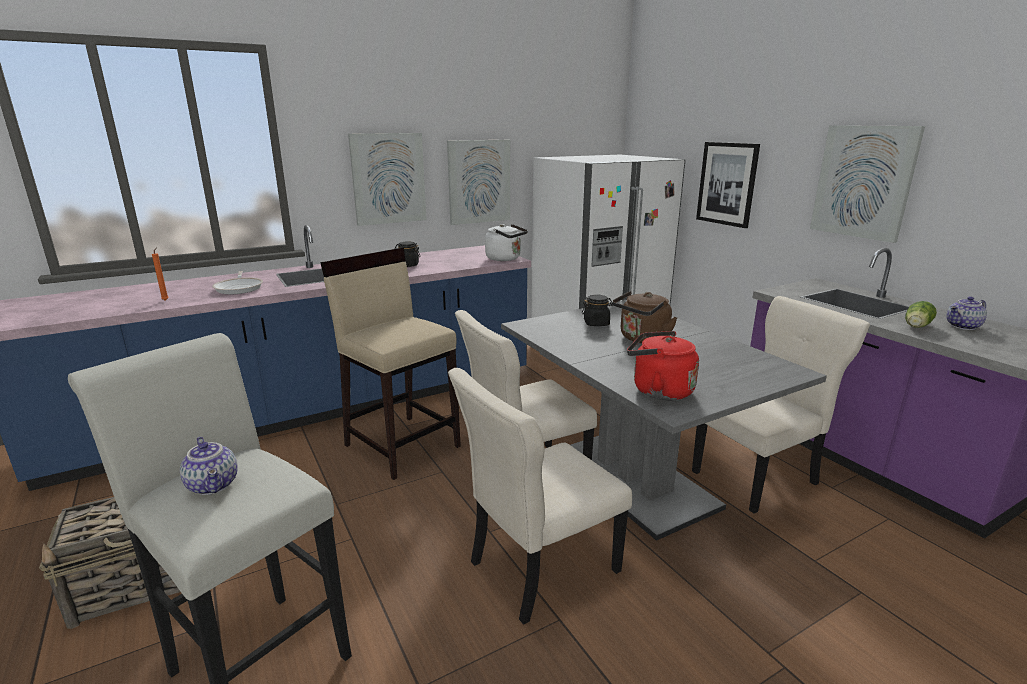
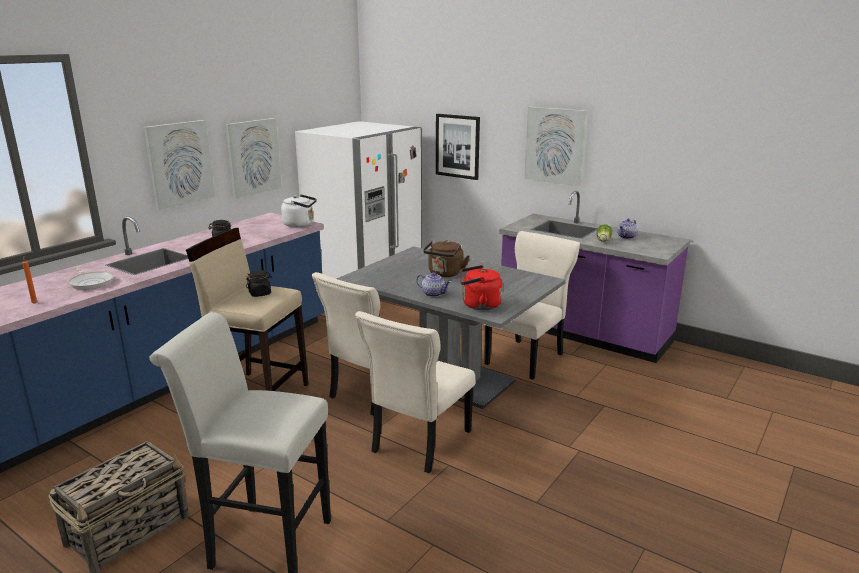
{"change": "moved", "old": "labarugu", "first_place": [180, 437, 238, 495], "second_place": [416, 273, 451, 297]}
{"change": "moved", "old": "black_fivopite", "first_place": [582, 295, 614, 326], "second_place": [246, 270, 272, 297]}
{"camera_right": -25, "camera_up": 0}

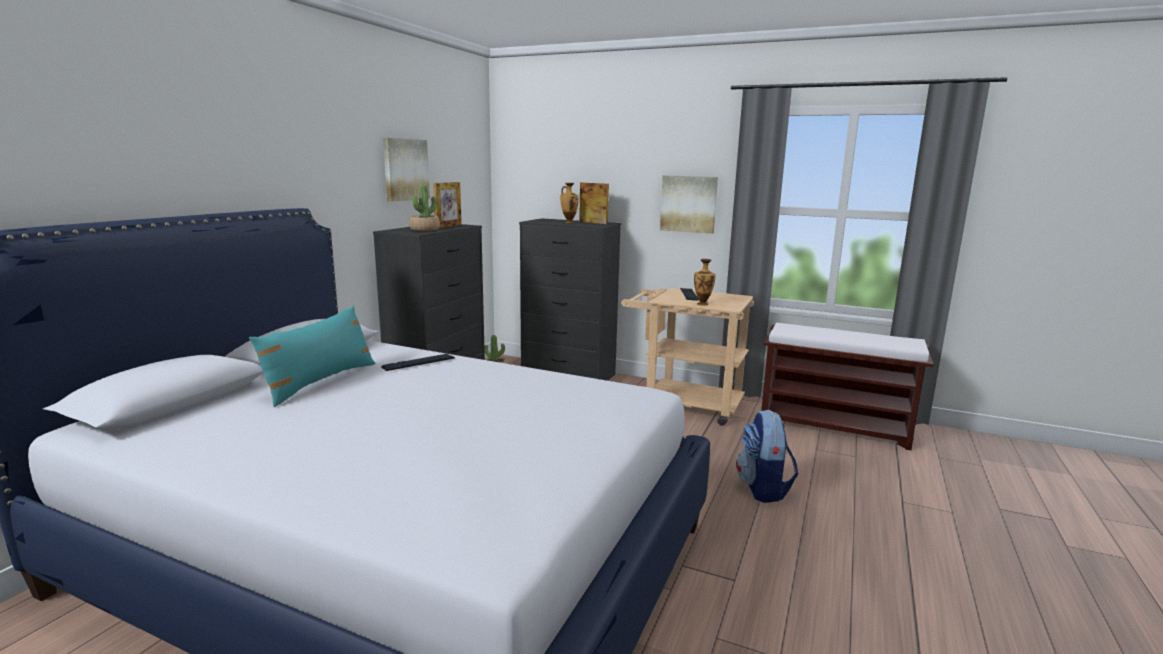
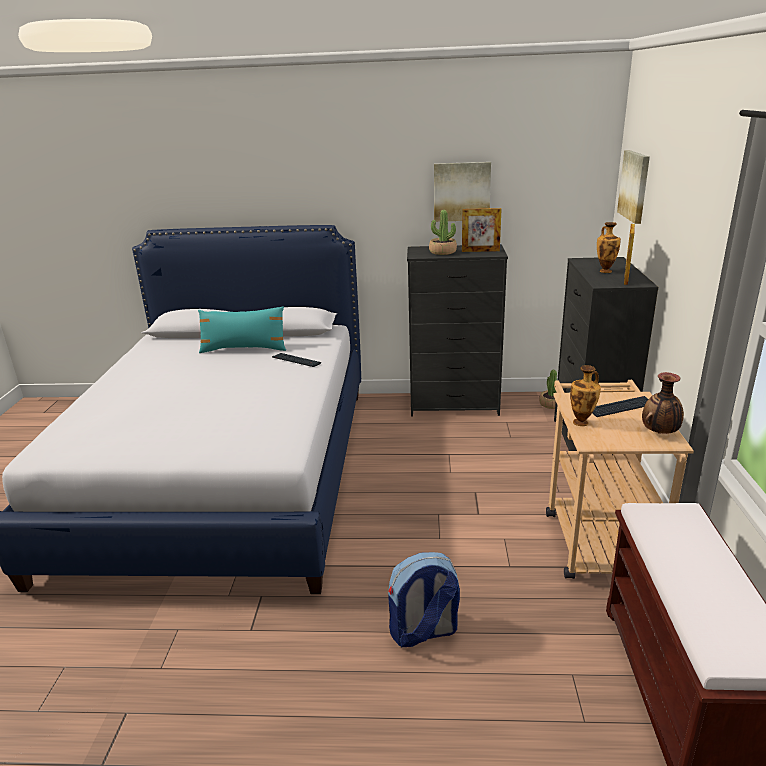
{"change": "moved", "old": "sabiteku", "first_place": [660, 175, 718, 234], "second_place": [617, 150, 650, 224]}
{"change": "added", "new": "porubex", "second_place": [642, 372, 684, 434]}
{"camera_right": 70, "camera_up": 10}

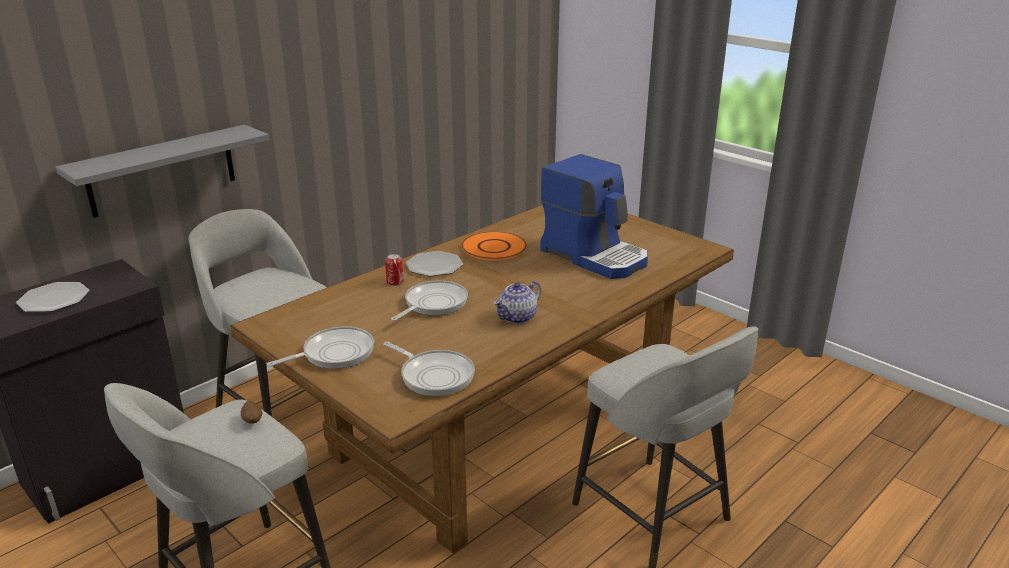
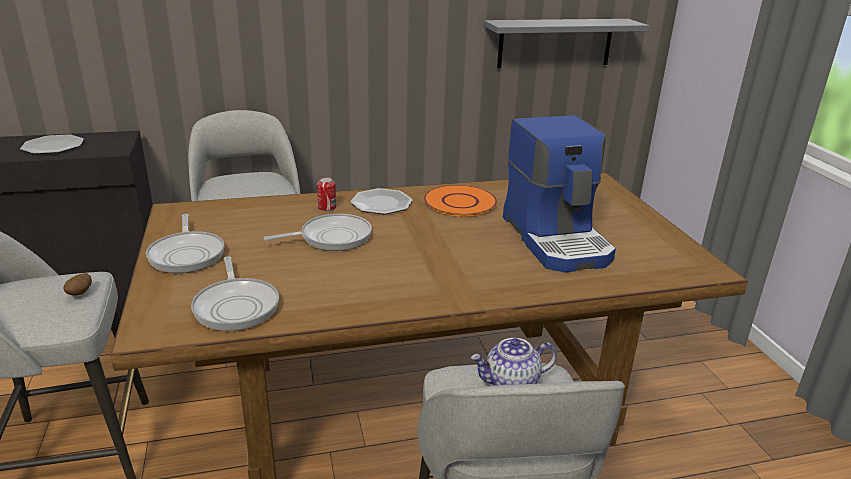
{"change": "moved", "old": "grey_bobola", "first_place": [55, 125, 269, 218], "second_place": [484, 19, 649, 68]}
{"change": "turned", "old": "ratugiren", "first_place": [267, 327, 374, 369], "second_place": [146, 214, 225, 273], "degrees": 75}
{"change": "moved", "old": "labarugu", "first_place": [493, 281, 541, 324], "second_place": [471, 338, 557, 386]}
{"camera_right": 30, "camera_up": 0}

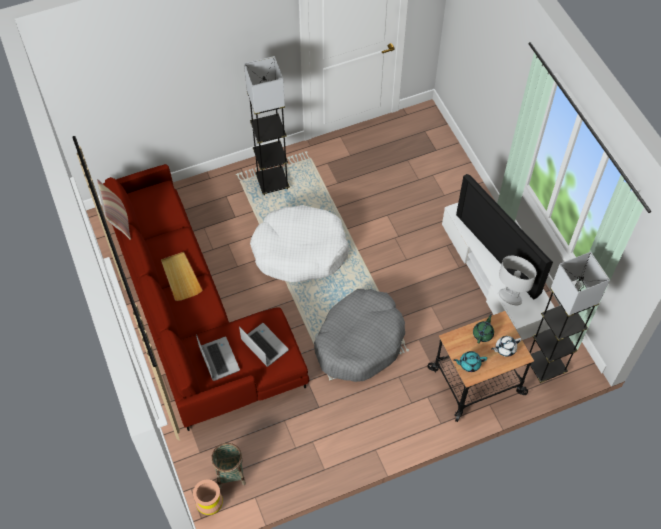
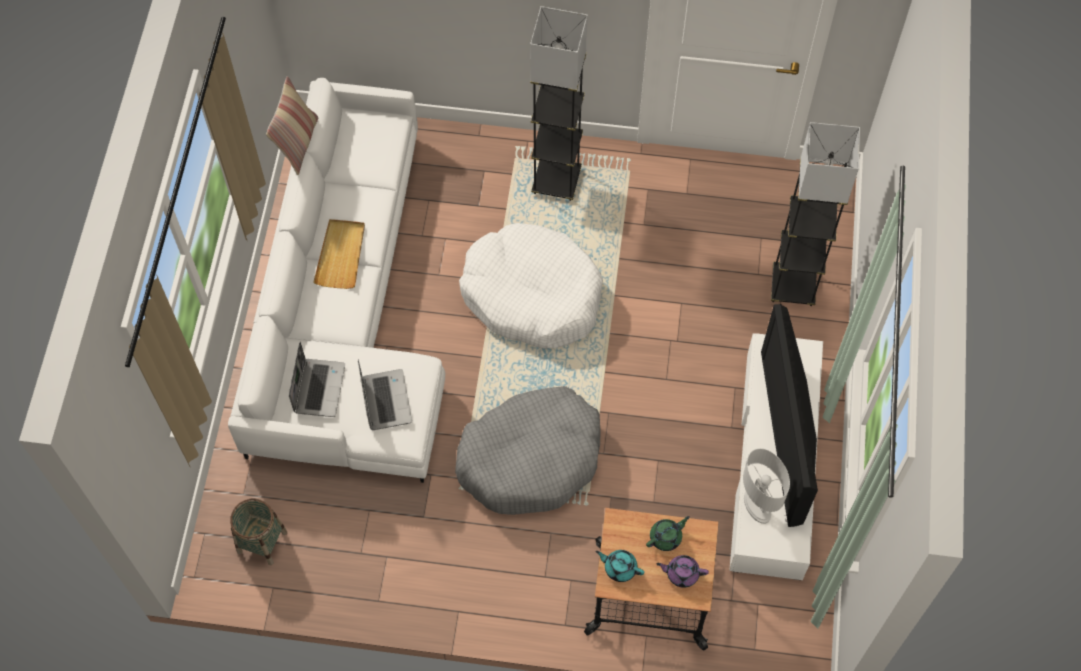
{"change": "recoloured", "old": "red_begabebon", "new": "white_begabebon", "first_place": [103, 164, 309, 431], "second_place": [228, 78, 445, 483]}
{"change": "removed", "old": "brown_porubex", "first_place": [193, 479, 223, 515]}
{"change": "recoloured", "old": "white_labarugu", "new": "purple_labarugu", "first_place": [491, 336, 522, 357], "second_place": [656, 555, 709, 588]}
{"change": "moved", "old": "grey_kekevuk", "first_place": [530, 252, 610, 383], "second_place": [771, 122, 860, 306]}
{"camera_right": 30, "camera_up": 5}

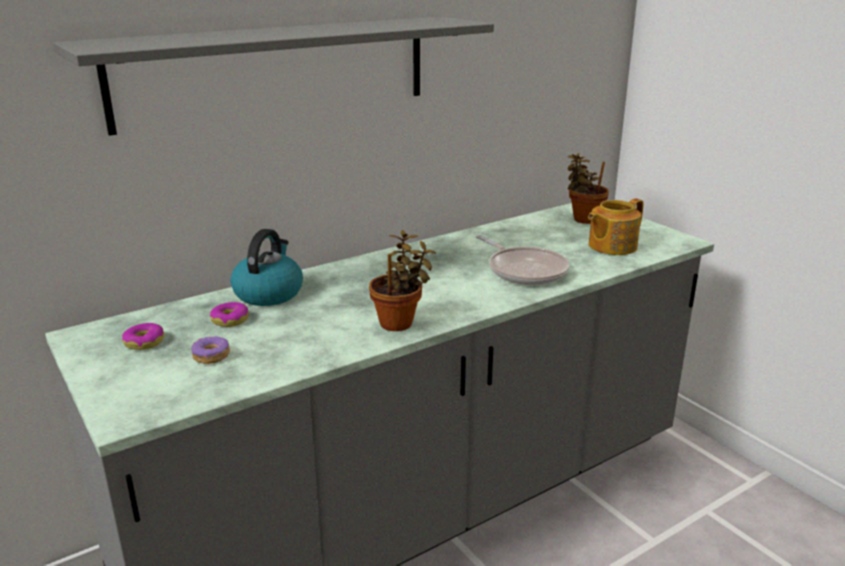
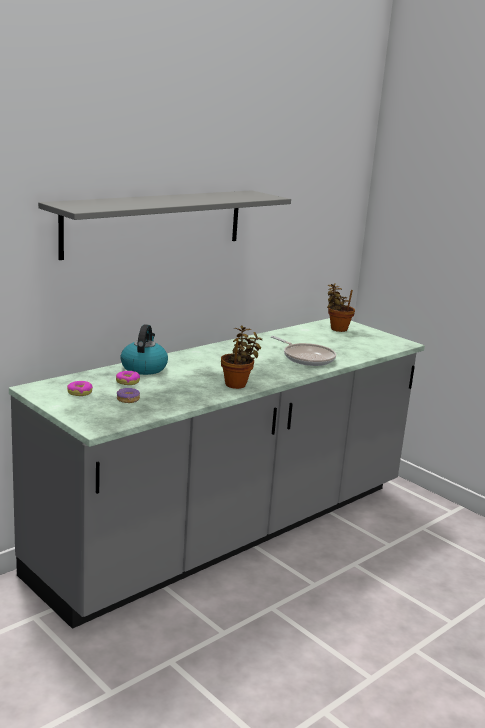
{"change": "removed", "old": "labarugu", "first_place": [588, 198, 644, 255]}
{"camera_right": -10, "camera_up": -5}

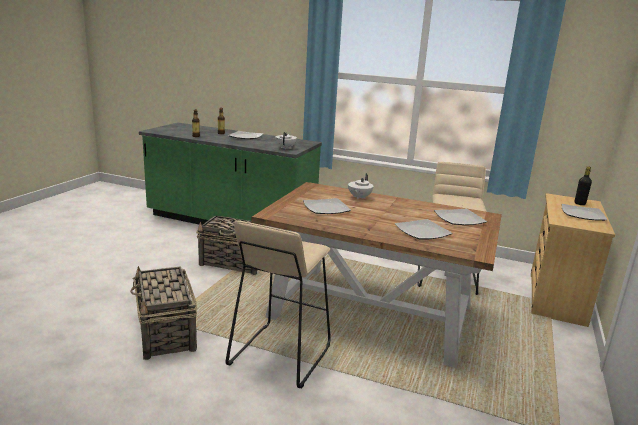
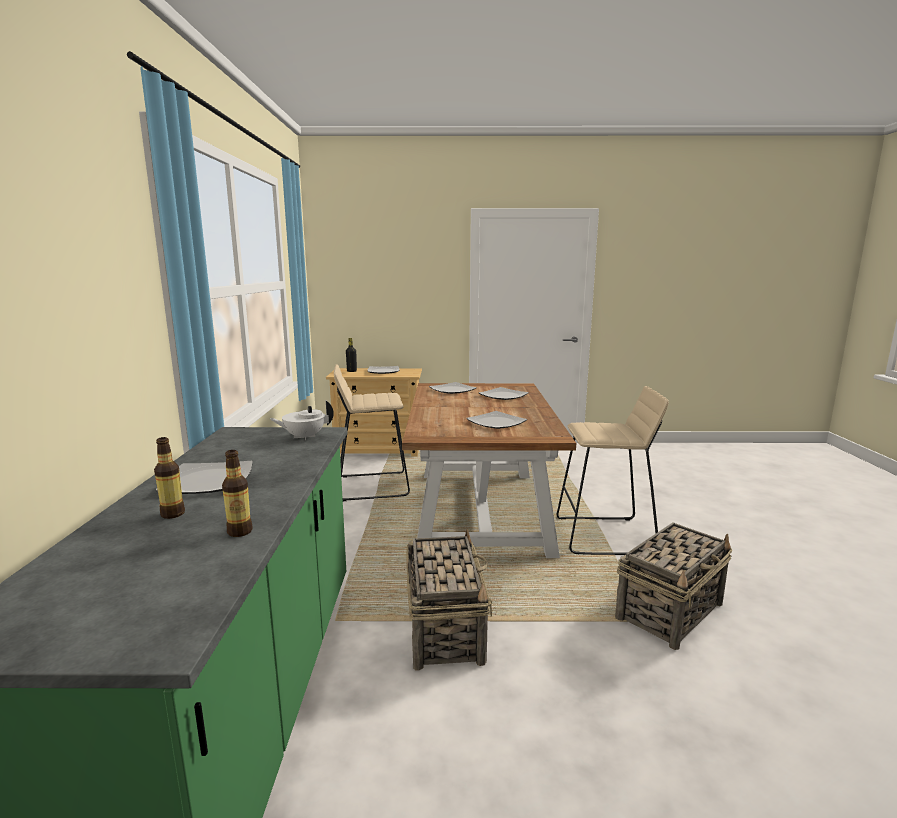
{"change": "removed", "old": "white_labarugu", "first_place": [348, 173, 374, 200]}
{"camera_right": -110, "camera_up": -5}

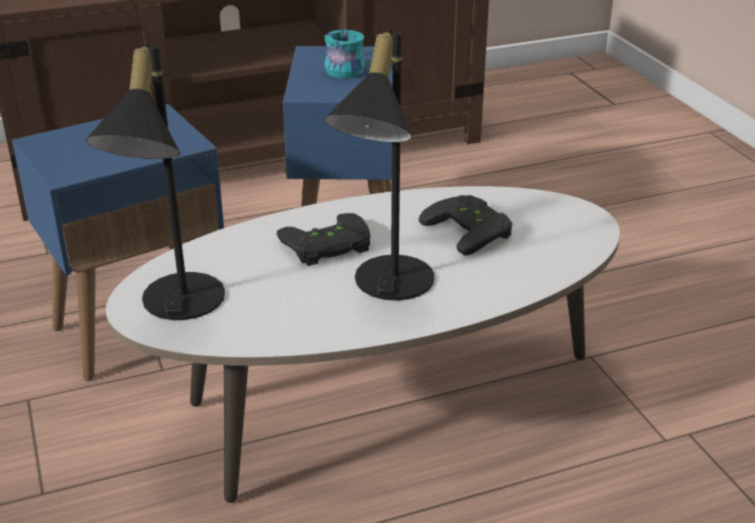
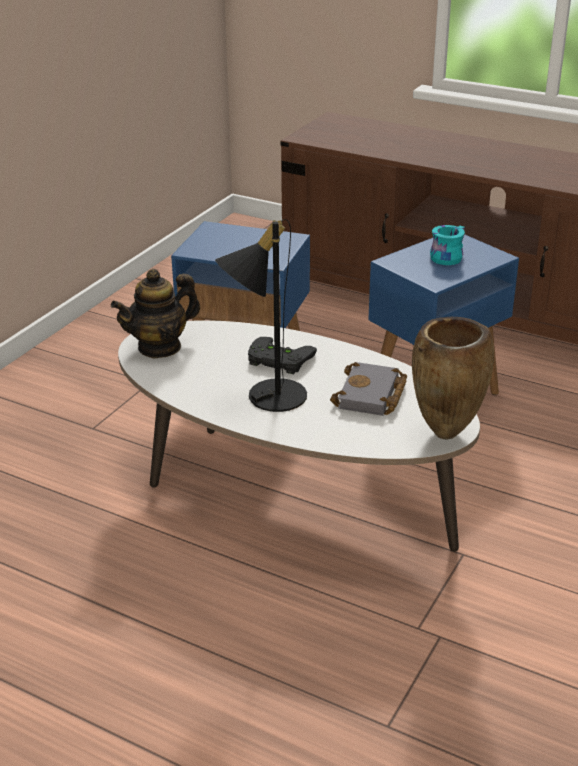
{"change": "replaced", "old": "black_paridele", "new": "labarugu", "first_place": [85, 43, 225, 320], "second_place": [111, 269, 200, 358]}
{"change": "replaced", "old": "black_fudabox", "new": "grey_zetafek", "first_place": [419, 195, 513, 256], "second_place": [330, 362, 407, 416]}
{"change": "added", "new": "brown_porubex", "second_place": [412, 317, 494, 439]}
{"camera_right": 50, "camera_up": 0}

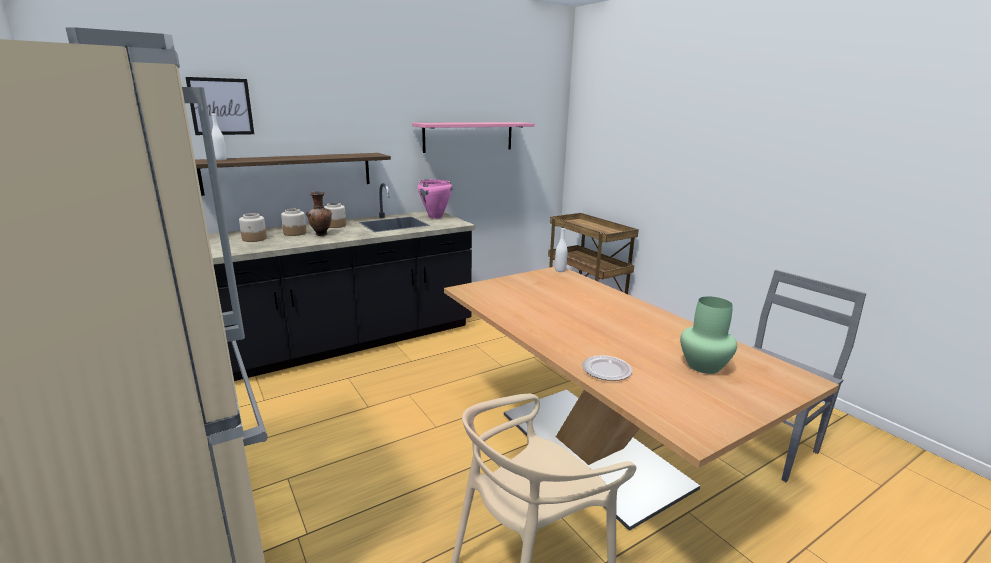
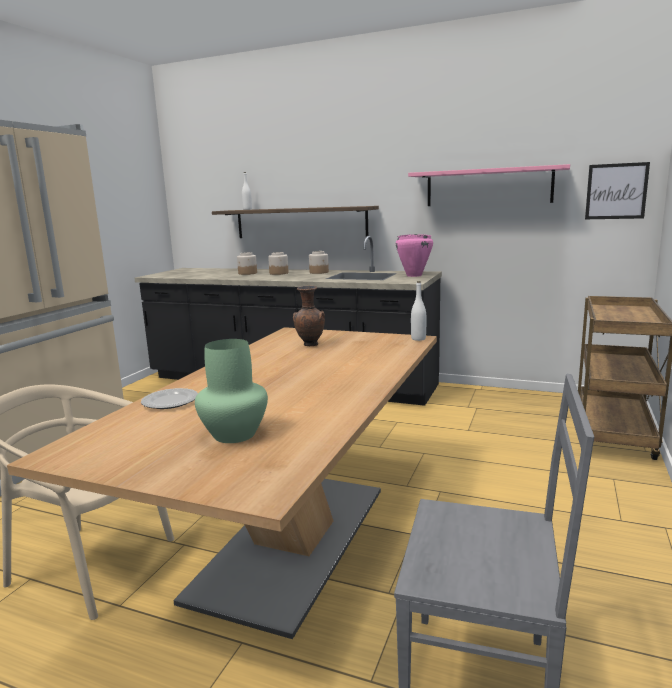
{"change": "moved", "old": "sabiteku", "first_place": [185, 77, 254, 135], "second_place": [585, 162, 650, 219]}
{"change": "moved", "old": "brown_porubex", "first_place": [306, 191, 332, 236], "second_place": [293, 286, 325, 346]}
{"camera_right": 55, "camera_up": -5}

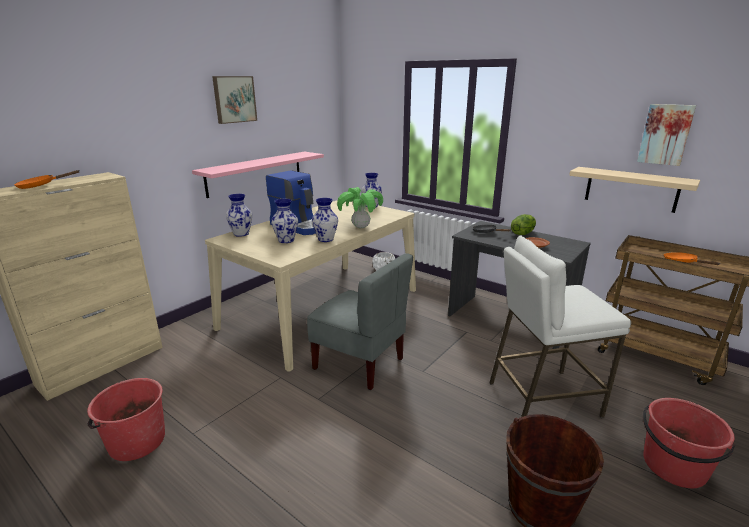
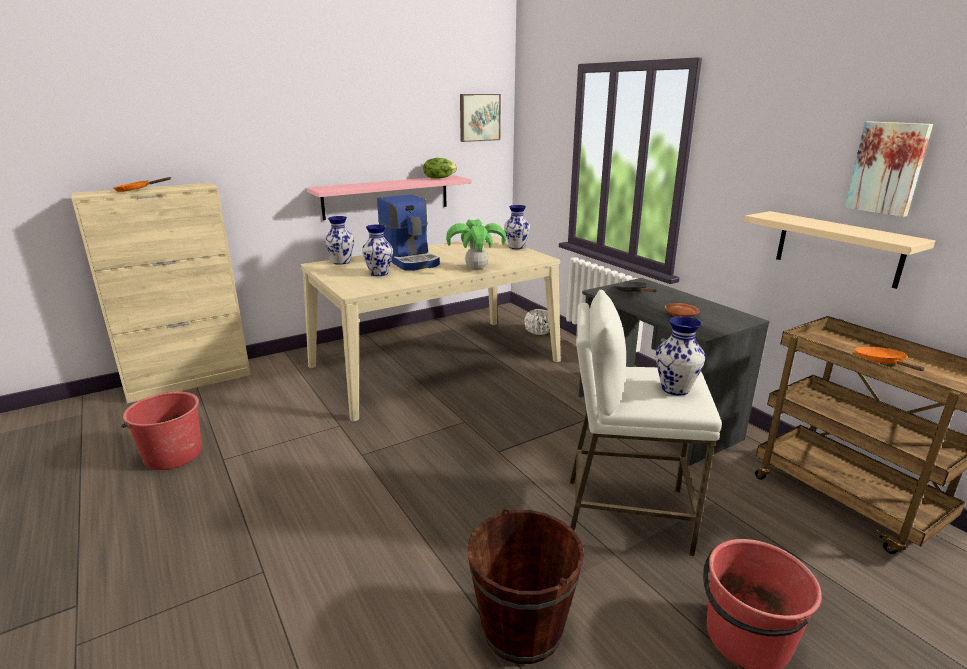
{"change": "moved", "old": "sabiteku", "first_place": [212, 76, 257, 124], "second_place": [460, 94, 501, 142]}
{"change": "removed", "old": "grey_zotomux", "first_place": [307, 253, 413, 390]}
{"change": "moved", "old": "porubex", "first_place": [312, 198, 338, 242], "second_place": [656, 316, 705, 395]}
{"change": "moved", "old": "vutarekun", "first_place": [511, 214, 536, 235], "second_place": [424, 158, 457, 179]}
{"camera_right": 20, "camera_up": 0}

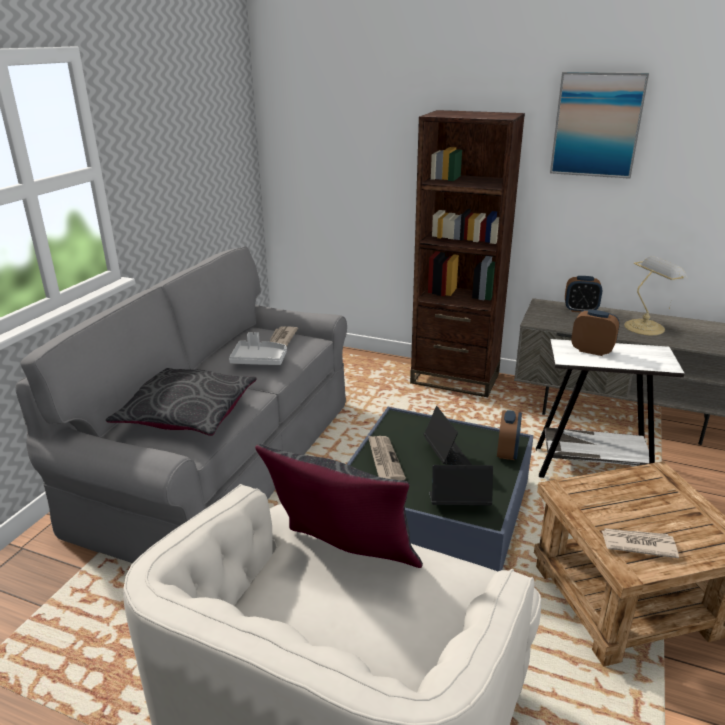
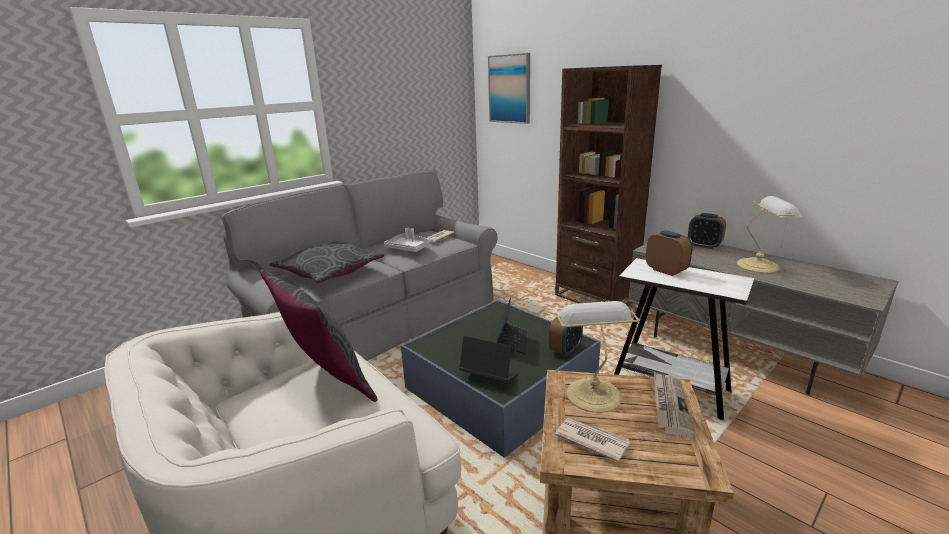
{"change": "moved", "old": "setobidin", "first_place": [368, 436, 406, 480], "second_place": [654, 372, 695, 437]}
{"change": "moved", "old": "sabiteku", "first_place": [550, 72, 649, 179], "second_place": [488, 53, 530, 124]}
{"change": "added", "new": "paridele", "second_place": [557, 301, 640, 413]}
{"camera_right": 25, "camera_up": -5}

